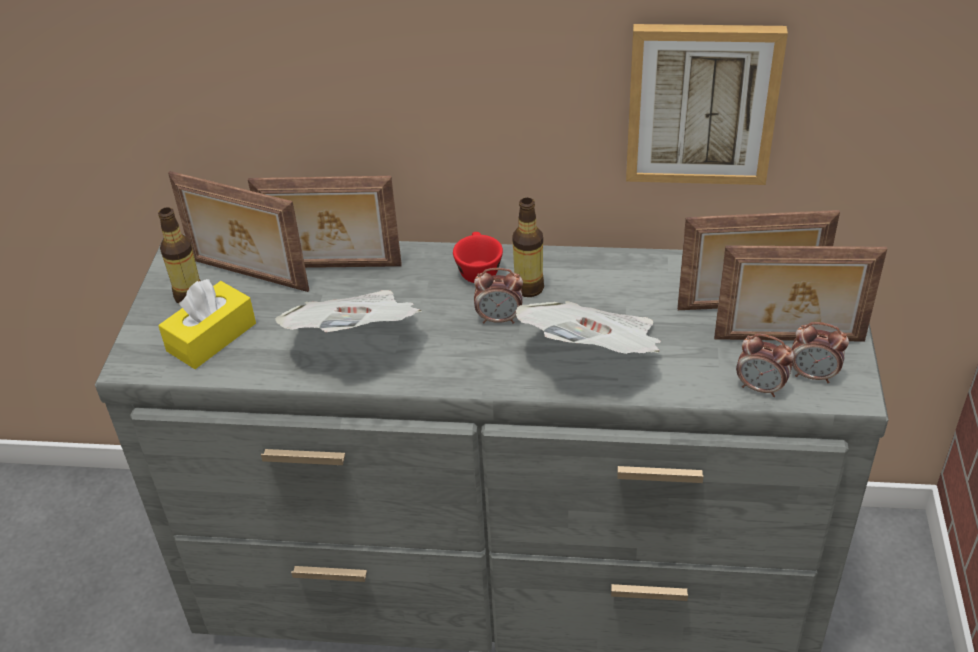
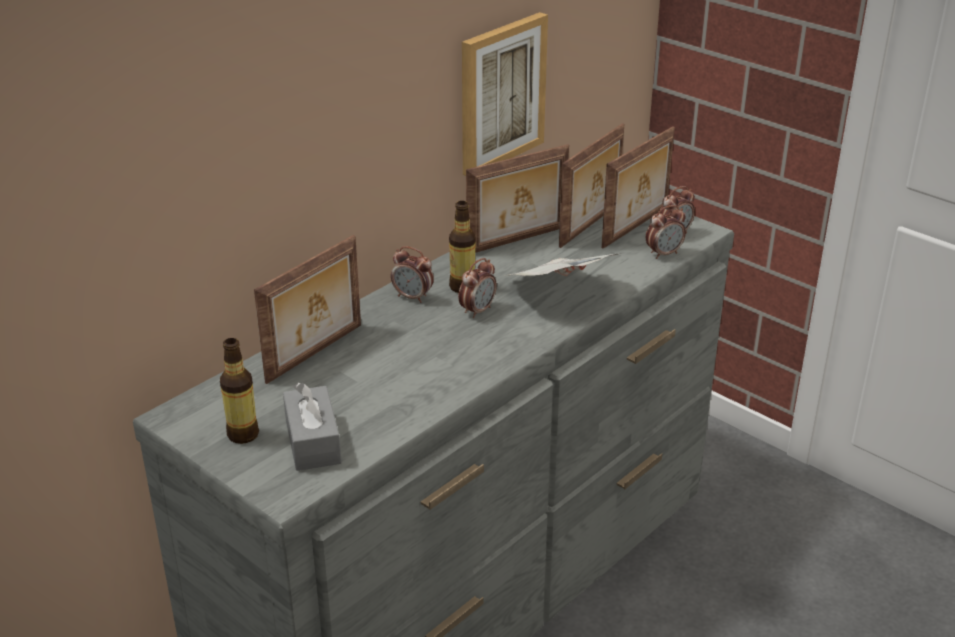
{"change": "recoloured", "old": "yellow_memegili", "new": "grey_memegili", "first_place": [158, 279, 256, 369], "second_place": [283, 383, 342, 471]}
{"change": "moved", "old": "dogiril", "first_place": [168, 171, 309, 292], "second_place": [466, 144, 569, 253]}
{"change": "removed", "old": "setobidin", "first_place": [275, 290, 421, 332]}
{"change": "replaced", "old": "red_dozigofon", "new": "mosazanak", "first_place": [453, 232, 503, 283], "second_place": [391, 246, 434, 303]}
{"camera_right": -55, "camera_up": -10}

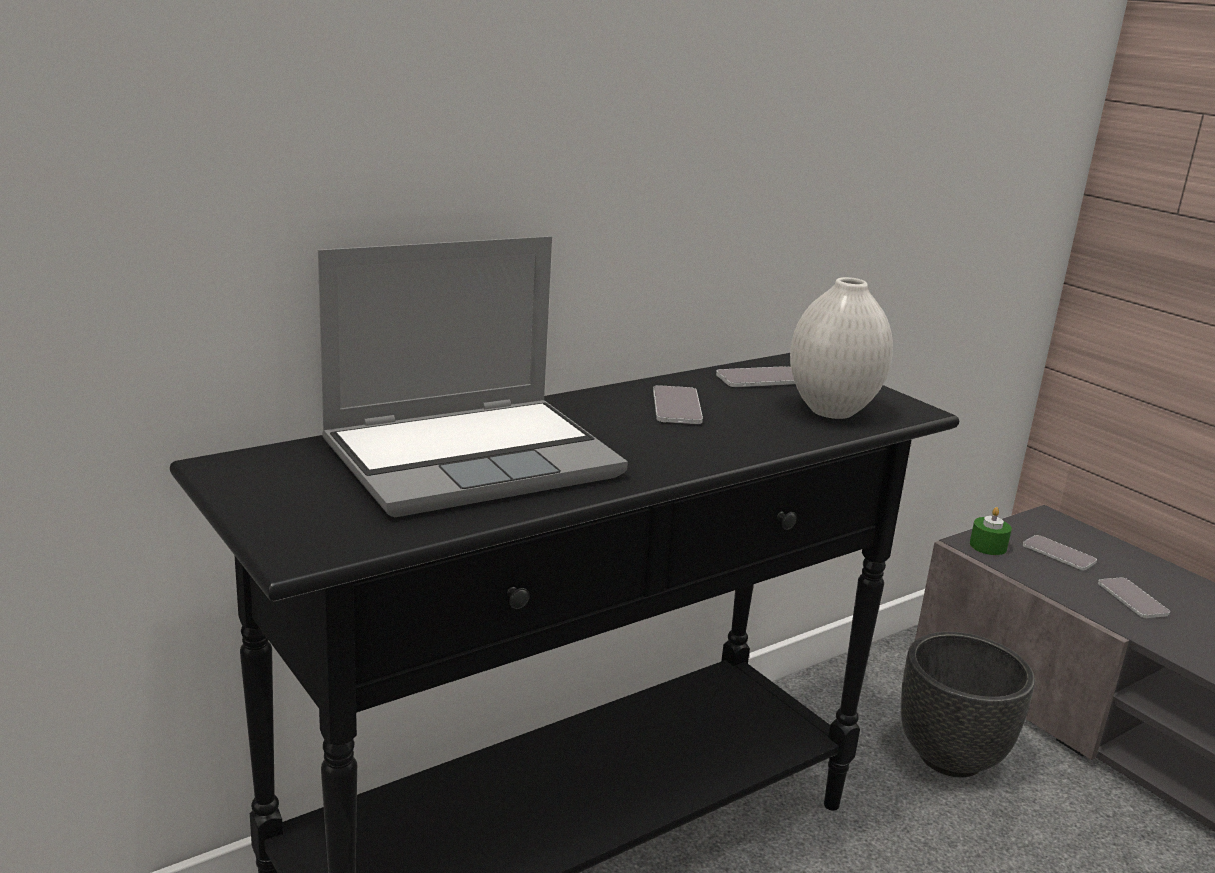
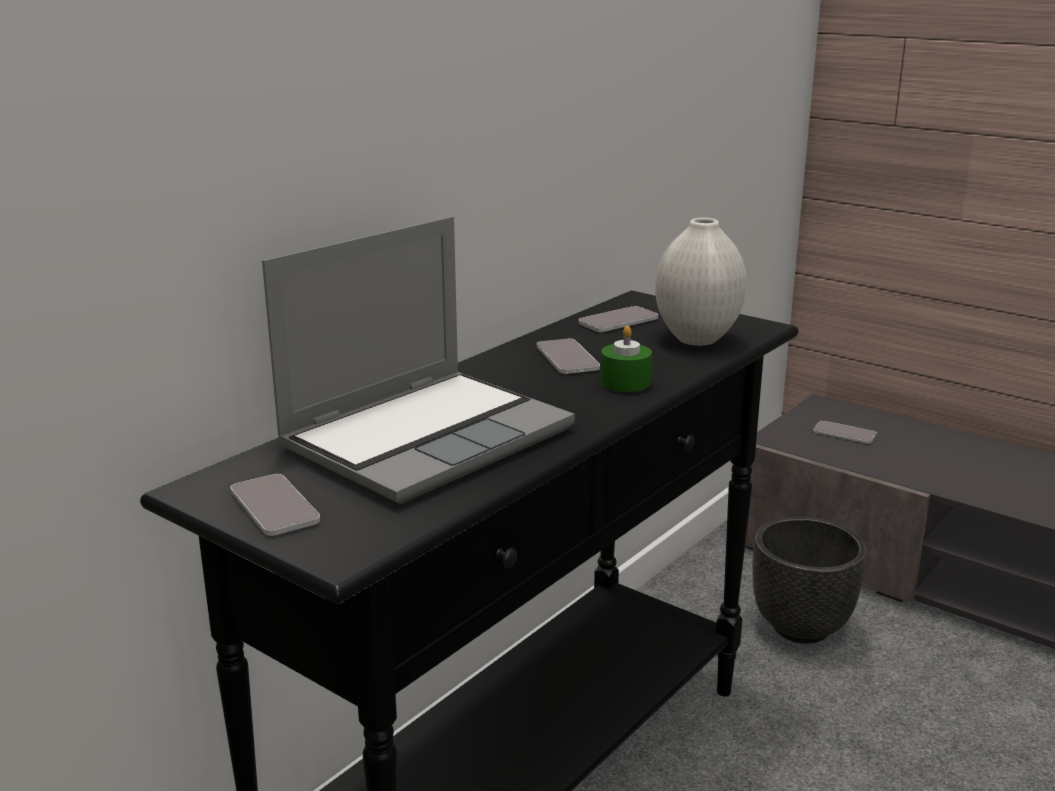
{"change": "moved", "old": "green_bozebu", "first_place": [970, 507, 1012, 555], "second_place": [601, 325, 652, 392]}
{"change": "moved", "old": "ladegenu", "first_place": [1098, 577, 1170, 618], "second_place": [230, 474, 320, 536]}
{"camera_right": -15, "camera_up": 0}

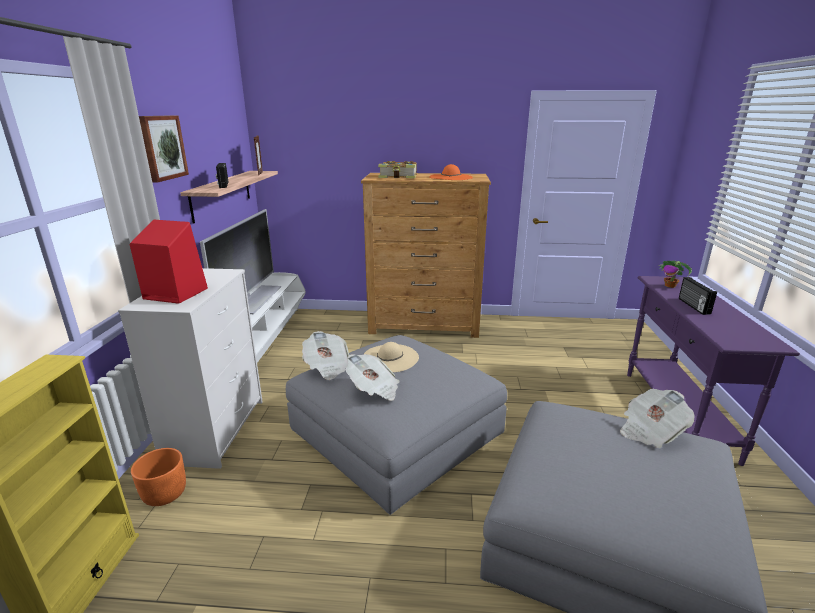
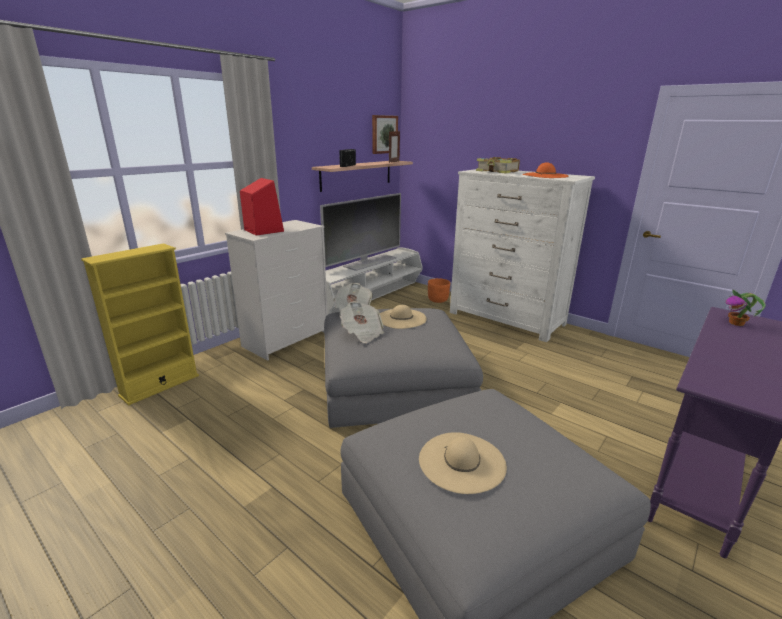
{"change": "moved", "old": "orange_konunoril", "first_place": [131, 448, 186, 506], "second_place": [428, 278, 450, 303]}
{"change": "moved", "old": "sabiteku", "first_place": [139, 115, 189, 183], "second_place": [372, 115, 398, 154]}
{"change": "recoloured", "old": "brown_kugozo", "new": "white_kugozo", "first_place": [361, 173, 491, 338], "second_place": [450, 169, 595, 342]}
{"change": "removed", "old": "setobidin", "first_place": [620, 389, 695, 448]}
{"change": "removed", "old": "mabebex", "first_place": [679, 277, 717, 315]}
{"change": "added", "new": "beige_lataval", "second_place": [419, 432, 507, 494]}
{"camera_right": 35, "camera_up": 0}

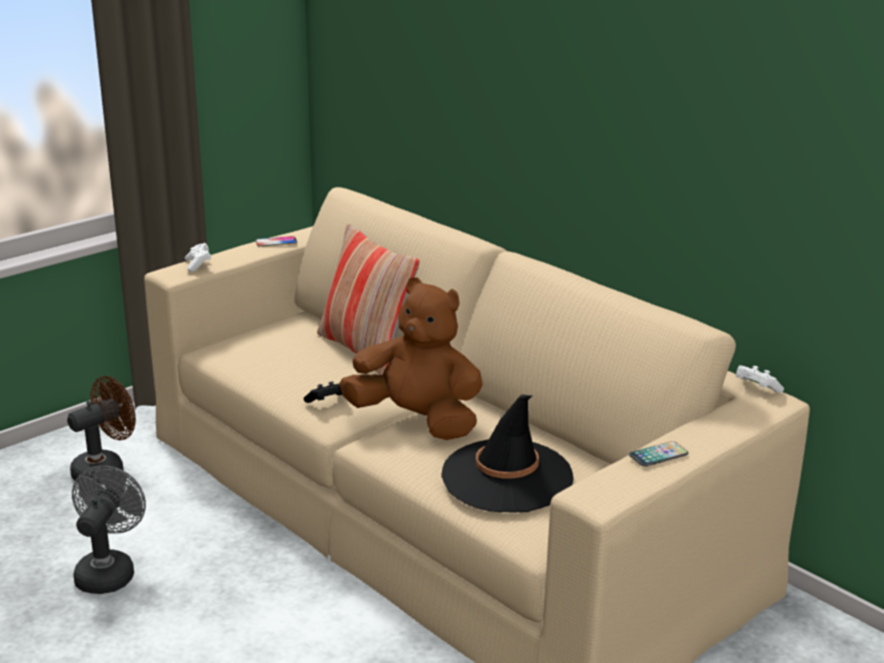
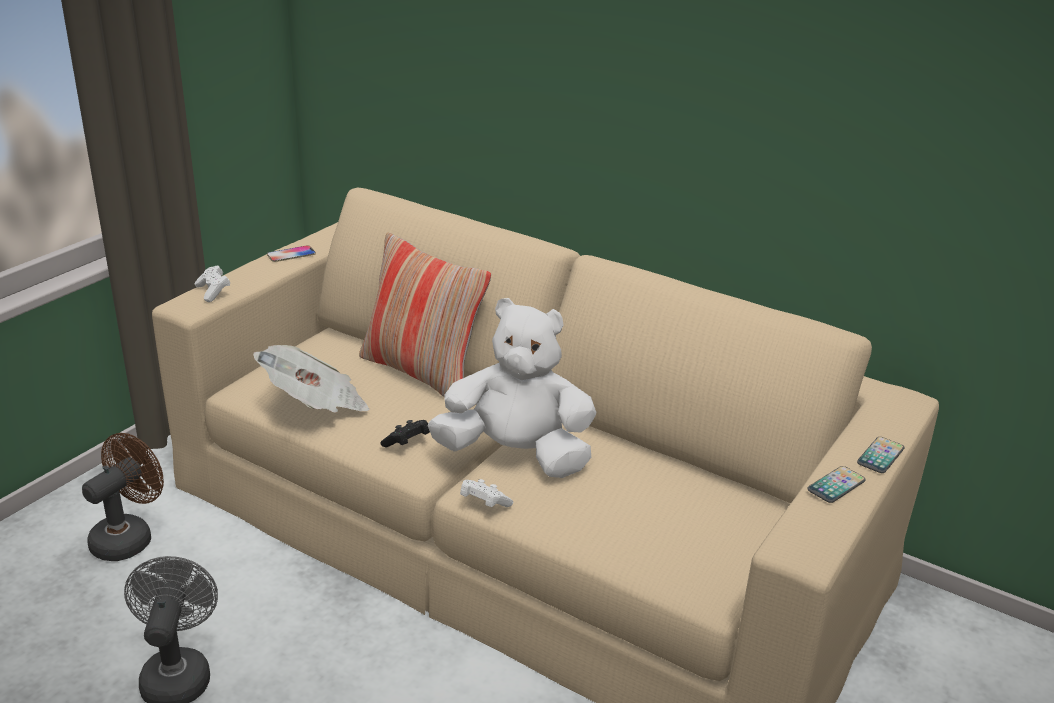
{"change": "recoloured", "old": "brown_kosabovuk", "new": "white_kosabovuk", "first_place": [339, 277, 483, 440], "second_place": [428, 298, 597, 478]}
{"change": "removed", "old": "black_lataval", "first_place": [441, 395, 574, 512]}
{"change": "moved", "old": "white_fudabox", "first_place": [736, 366, 784, 393], "second_place": [460, 479, 513, 507]}
{"change": "added", "new": "setobidin", "second_place": [253, 345, 370, 413]}
{"change": "added", "new": "ladegenu", "second_place": [857, 437, 904, 473]}
{"camera_right": -15, "camera_up": 5}

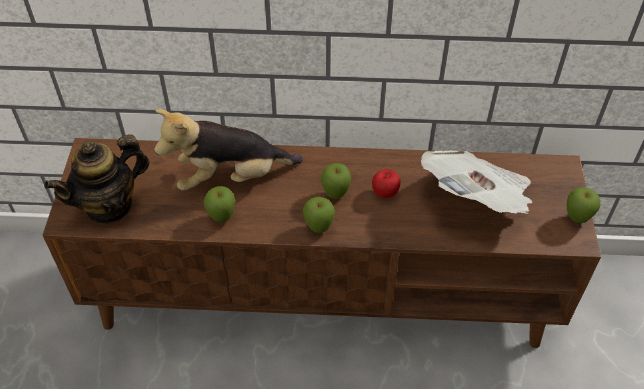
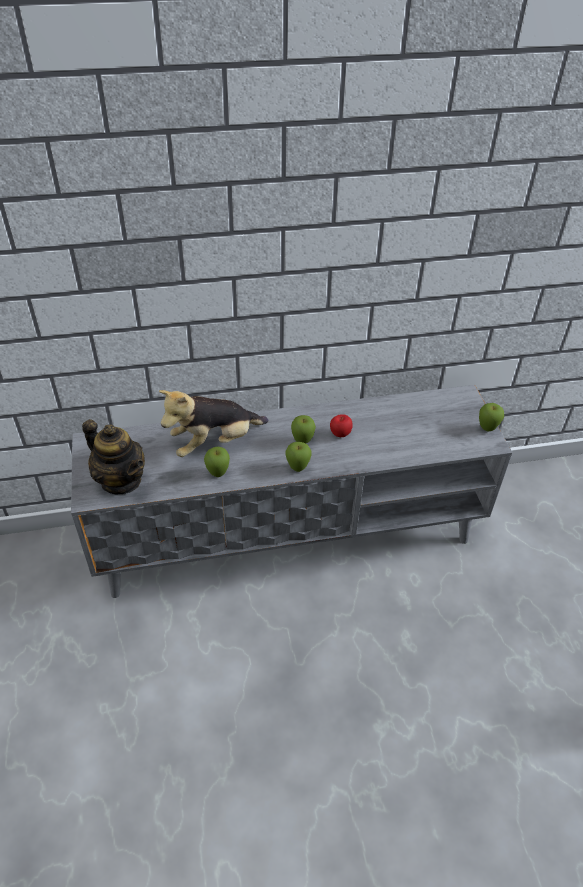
{"change": "recoloured", "old": "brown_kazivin", "new": "grey_kazivin", "first_place": [43, 138, 601, 348], "second_place": [71, 385, 513, 598]}
{"change": "turned", "old": "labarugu", "first_place": [44, 134, 150, 225], "second_place": [82, 419, 145, 494], "degrees": -90}
{"change": "removed", "old": "setobidin", "first_place": [421, 150, 532, 214]}
{"camera_right": -15, "camera_up": -5}

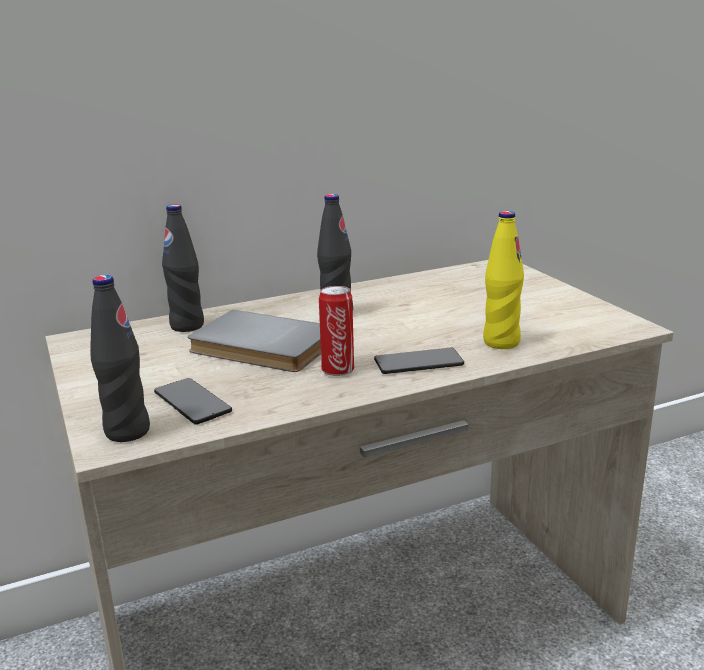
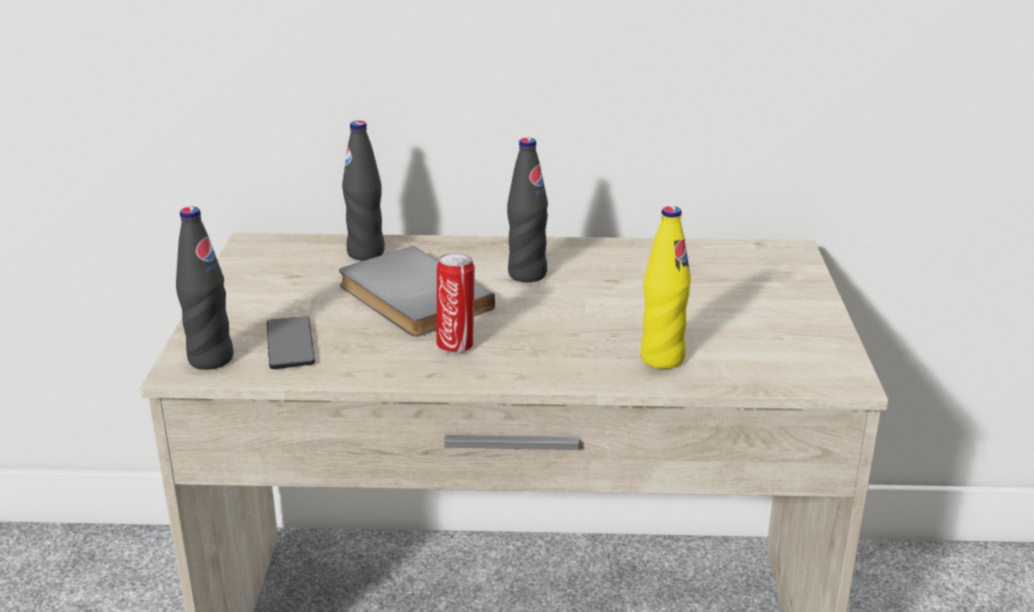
{"change": "removed", "old": "ladegenu", "first_place": [374, 348, 464, 374]}
{"camera_right": 25, "camera_up": 5}

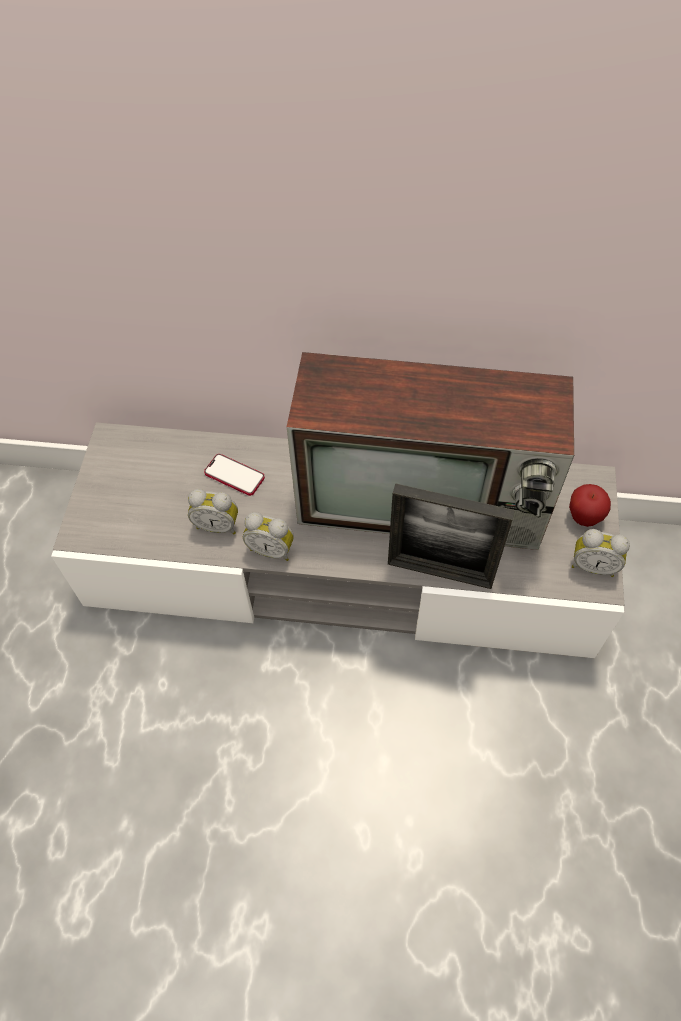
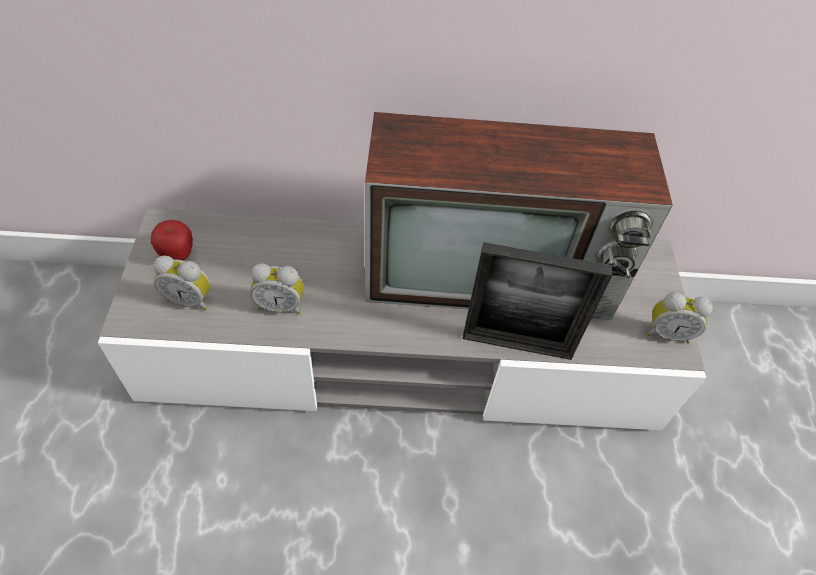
{"change": "removed", "old": "ladegenu", "first_place": [204, 454, 265, 496]}
{"change": "moved", "old": "mosazanak", "first_place": [243, 512, 294, 561], "second_place": [153, 256, 210, 310]}
{"change": "moved", "old": "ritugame", "first_place": [569, 484, 611, 527], "second_place": [151, 220, 193, 261]}
{"camera_right": -10, "camera_up": -5}

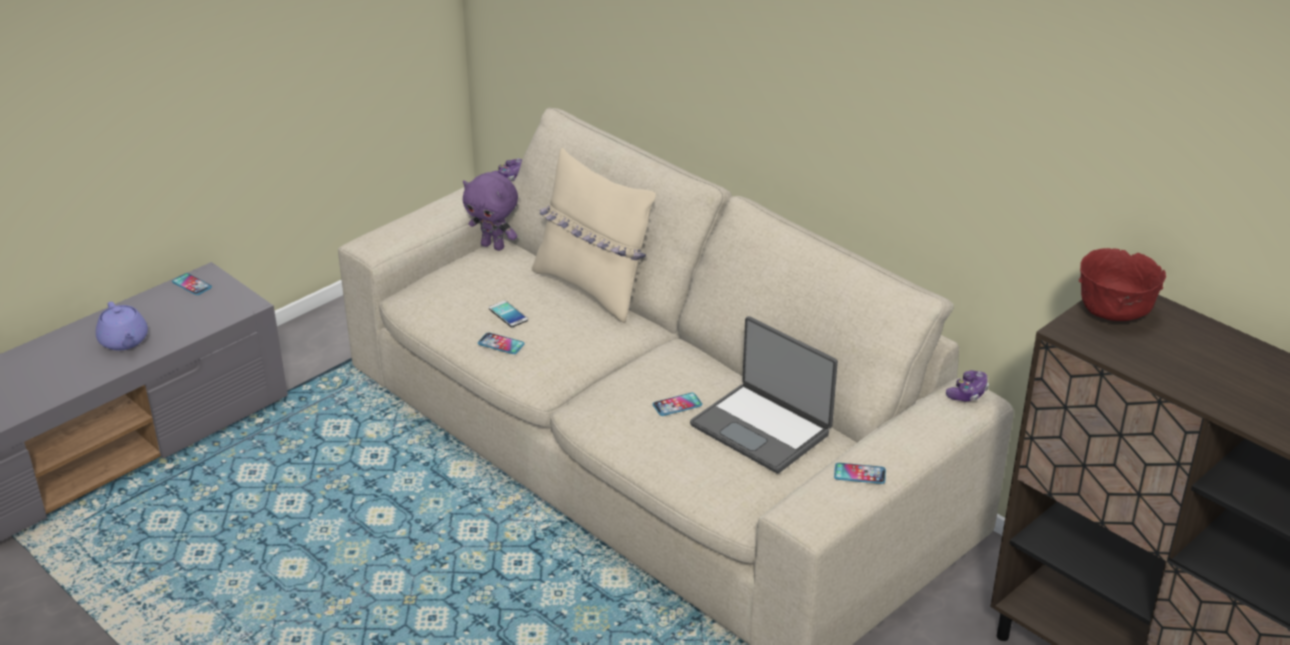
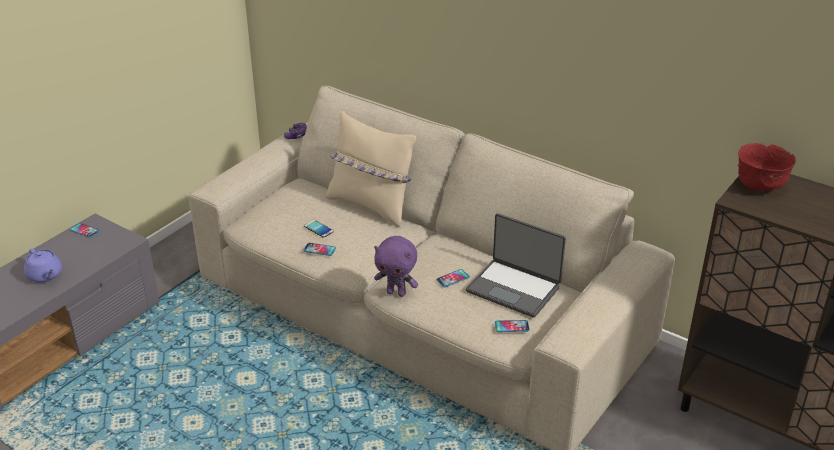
{"change": "moved", "old": "purple_kosabovuk", "first_place": [463, 172, 518, 251], "second_place": [374, 236, 418, 297]}
{"change": "moved", "old": "ladegenu", "first_place": [834, 463, 886, 484], "second_place": [495, 320, 530, 332]}
{"change": "removed", "old": "fudabox", "first_place": [946, 370, 989, 401]}
{"camera_right": -10, "camera_up": 0}

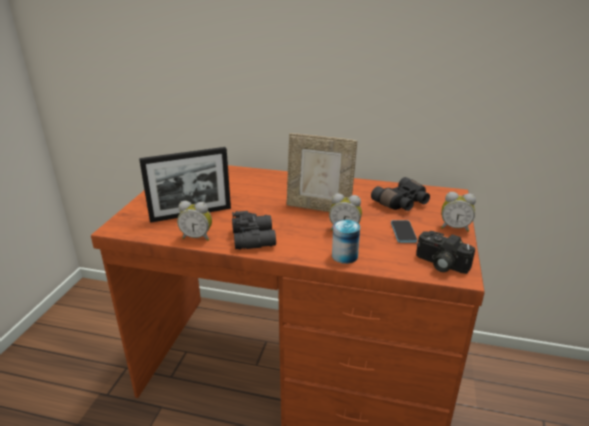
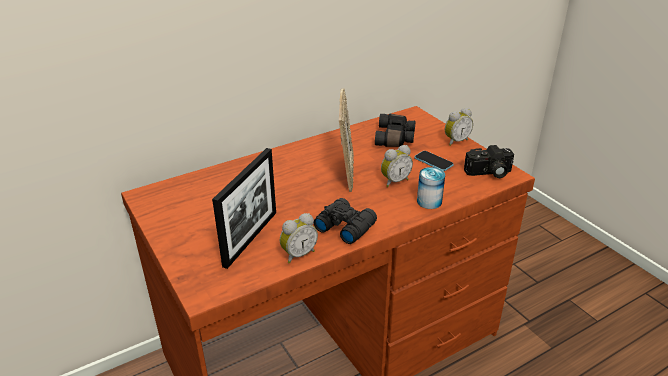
{"change": "turned", "old": "dogiril", "first_place": [287, 133, 357, 212], "second_place": [339, 88, 354, 192], "degrees": -60}
{"camera_right": -45, "camera_up": 5}

